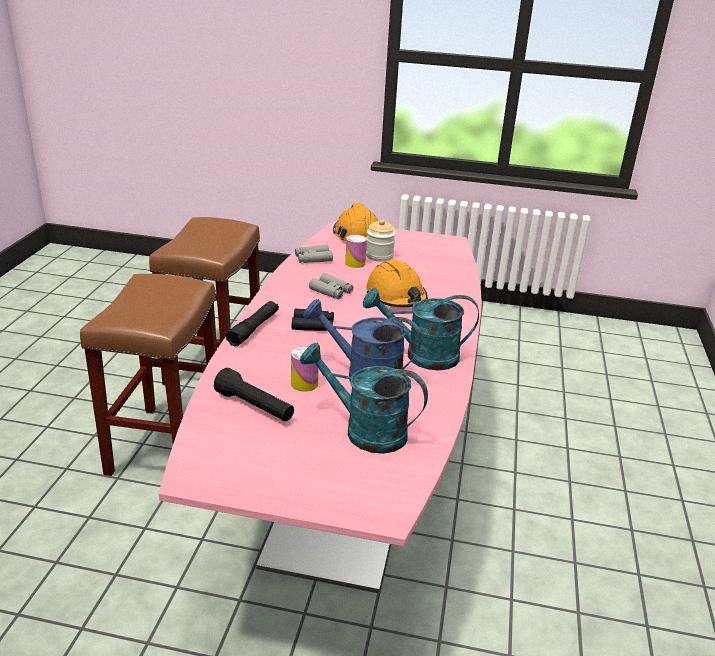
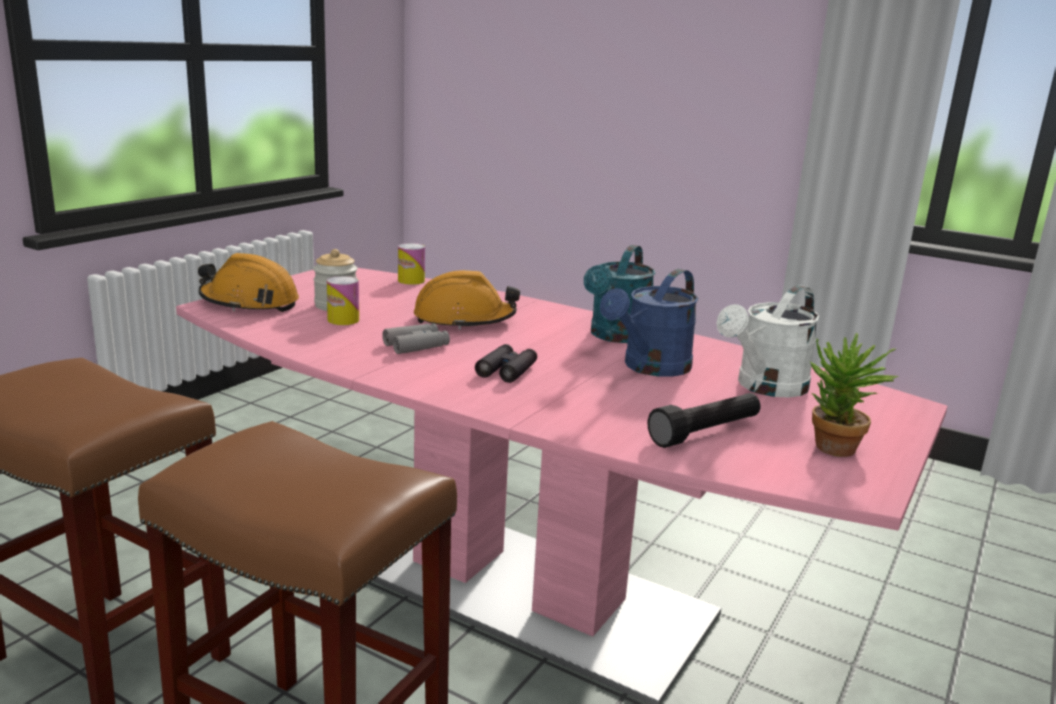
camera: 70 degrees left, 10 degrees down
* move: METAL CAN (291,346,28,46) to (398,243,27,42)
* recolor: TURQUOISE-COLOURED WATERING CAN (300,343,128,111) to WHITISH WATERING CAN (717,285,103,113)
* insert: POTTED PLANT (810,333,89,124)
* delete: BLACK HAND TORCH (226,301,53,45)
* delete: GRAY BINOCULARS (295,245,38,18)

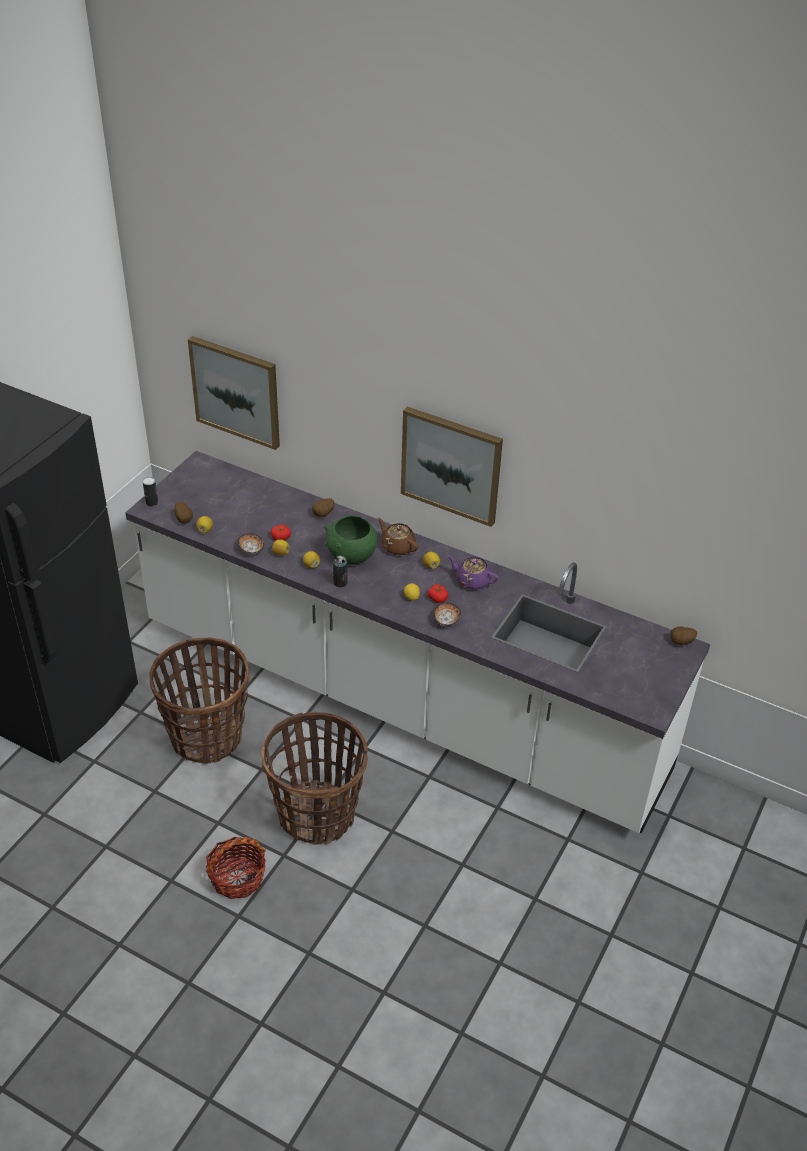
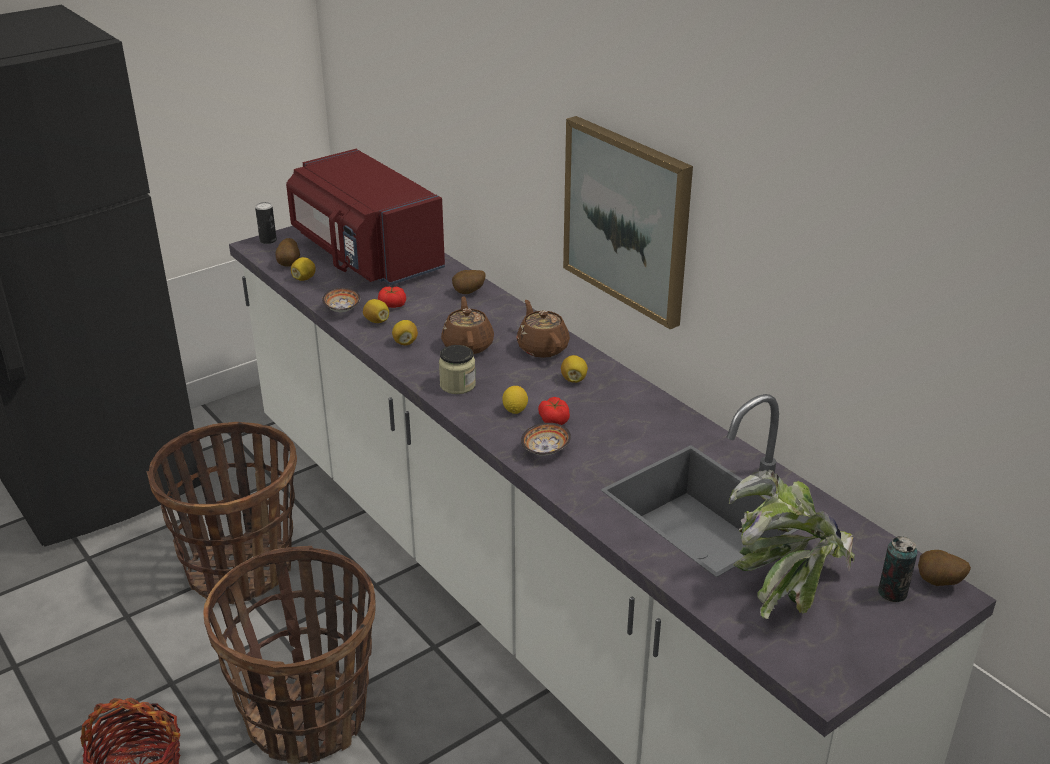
camera: 25 degrees right, 10 degrees down
* insert: REDDISH MICROWAVE (286,149,159,136)
* insert: PRESERVE JAR (439,345,37,49)
* replace: GREEN SERVING BOWL (323,516,54,49) to BROWNISH TEA POT (441,296,53,59)
* insert: POTTED PLANT (729,469,126,150)
* move: METAL CAN (333,556,14,31) to (878,536,39,66)
* delete: WALL ART (188,336,92,114)
* delete: PURPLE-COLOURED TEA POT (447,555,52,35)

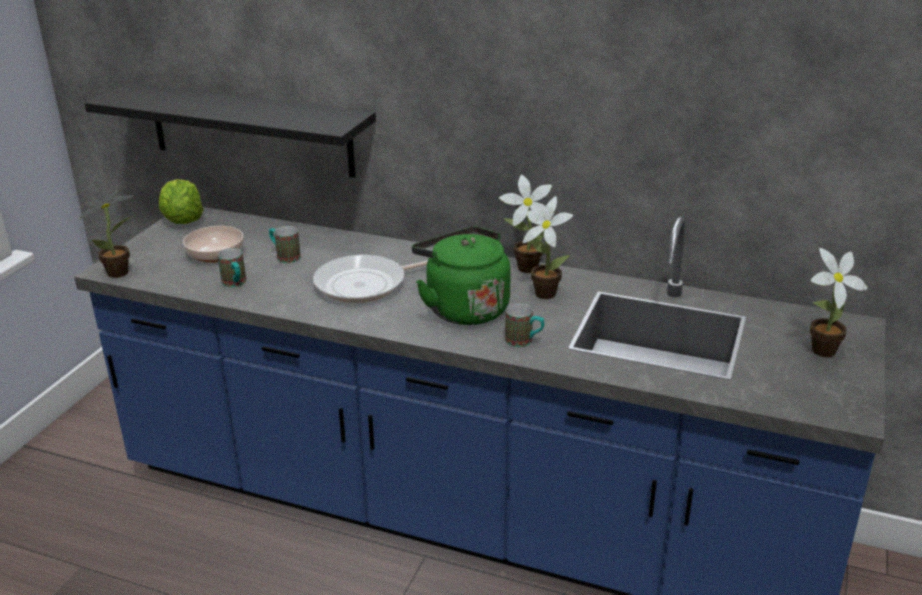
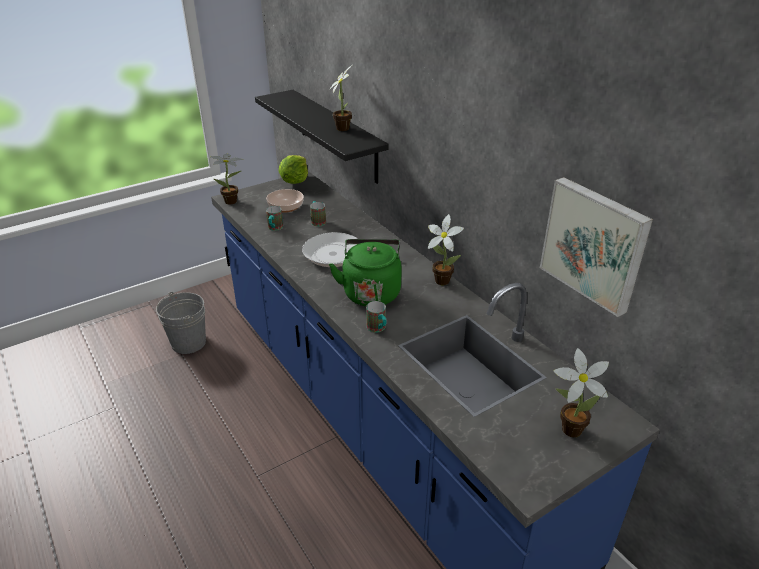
camera: 35 degrees right, 5 degrees up
* insert: GRAY PAIL (156,292,50,62)
* move: POTTED PLANT (523,196,50,103) to (329,65,23,66)
* insert: WALL ART (540,177,113,140)

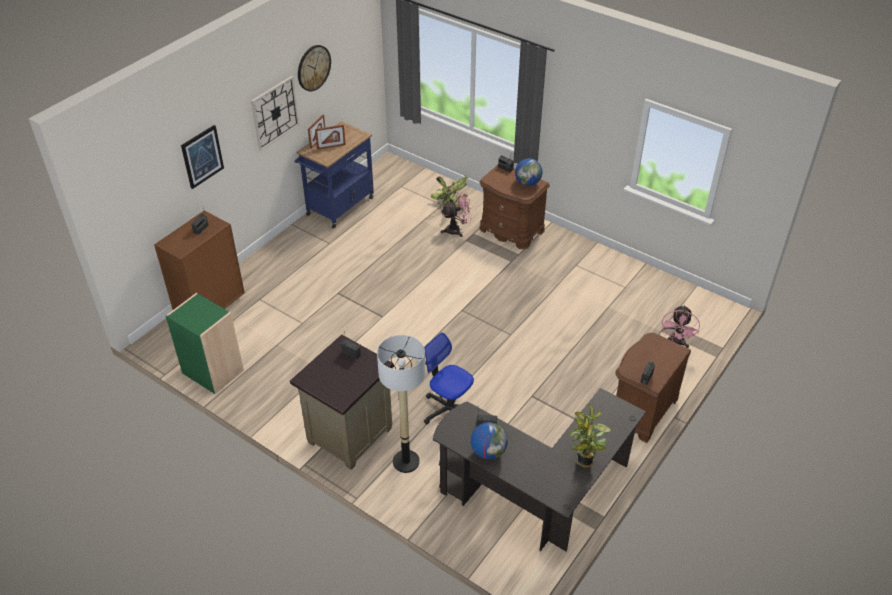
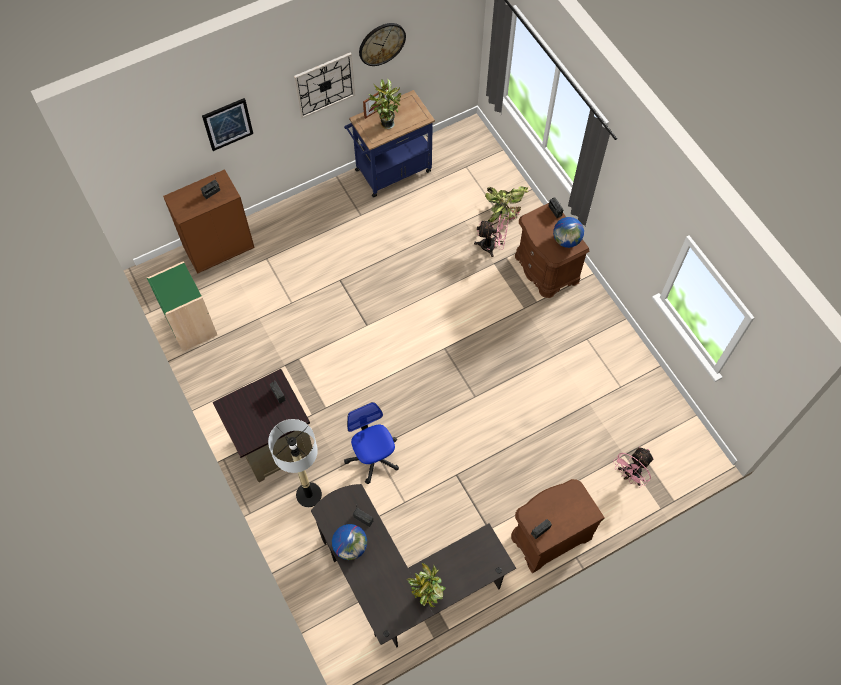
camera: 25 degrees right, 20 degrees up
* replace: STANDING FRAME (315,125,31,25) to POTTED PLANT (369,79,32,50)

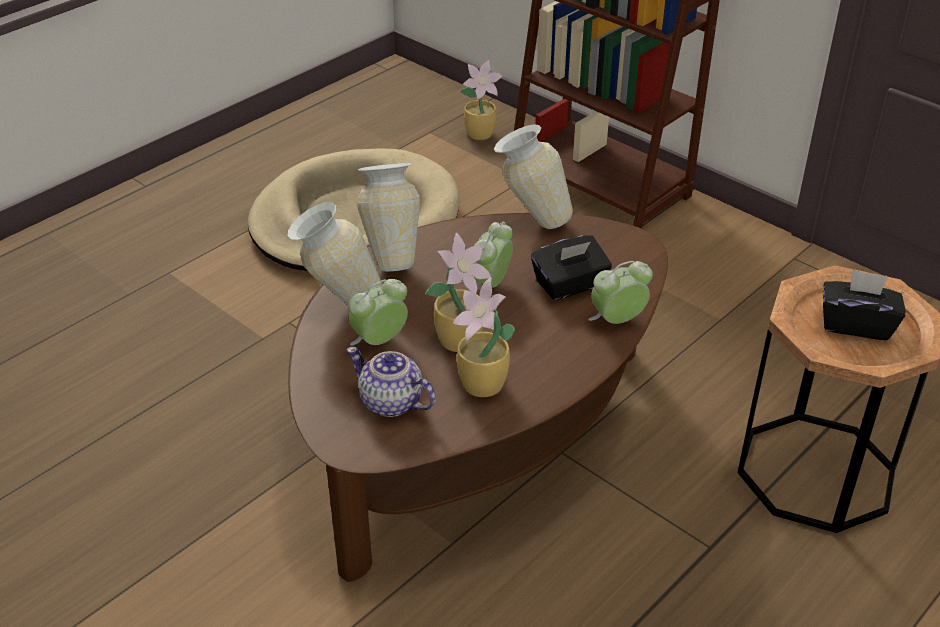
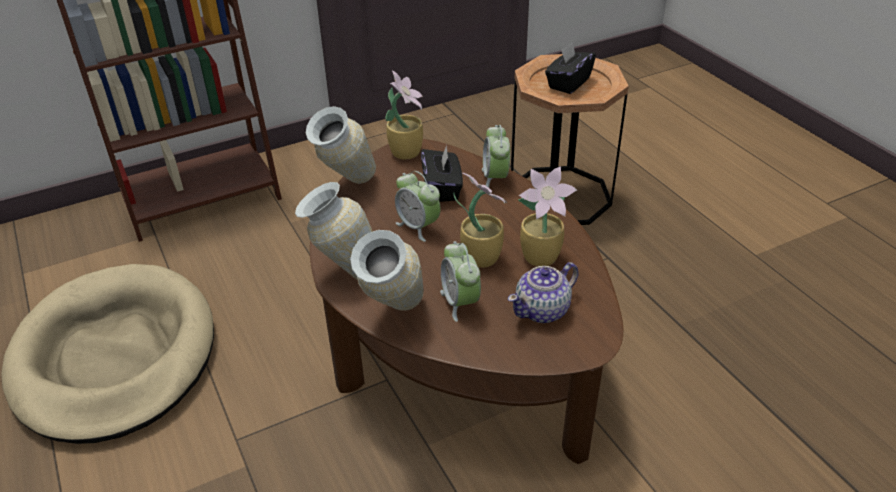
camera: 70 degrees left, 0 degrees up
* move: POTTED PLANT (460,60,43,80) to (385,70,38,90)

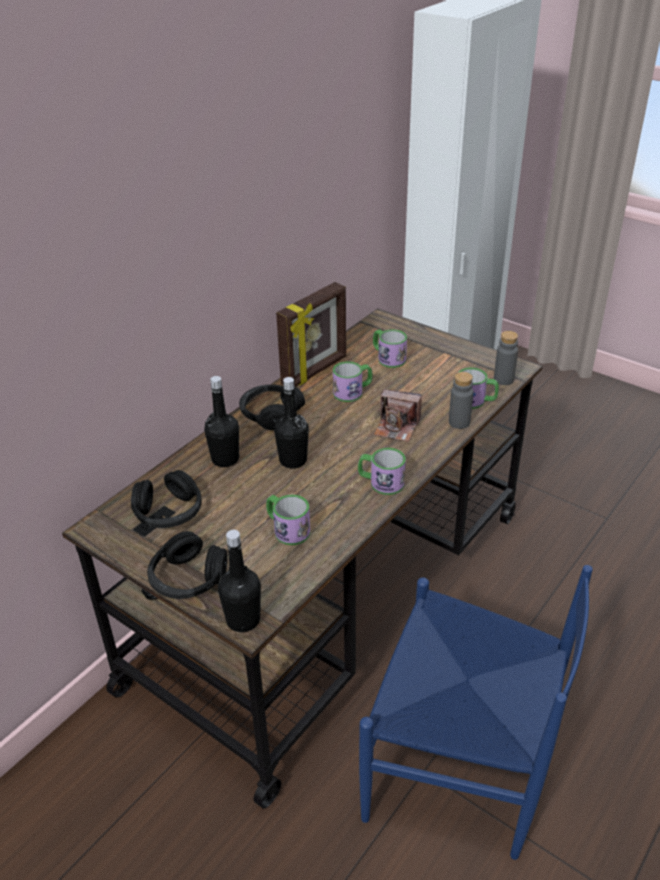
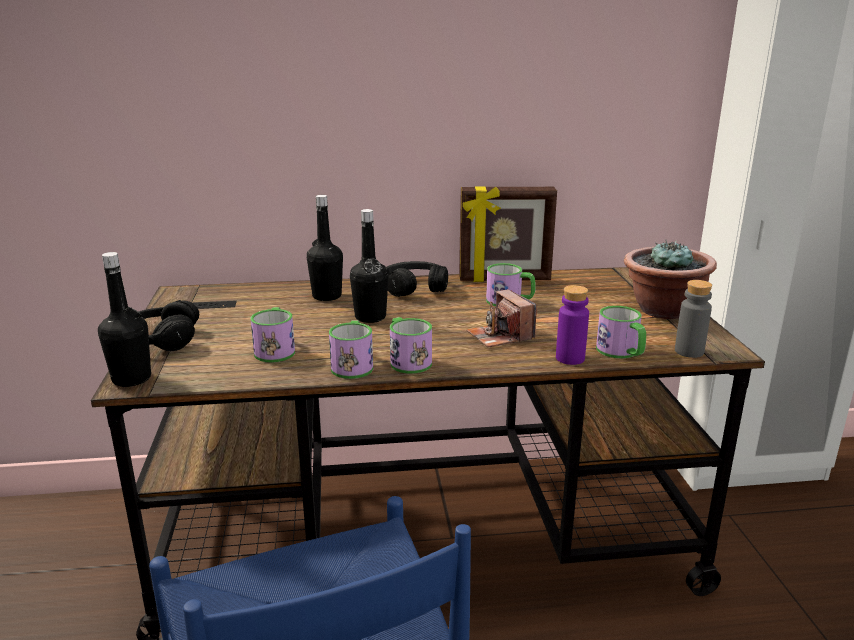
camera: 45 degrees right, 15 degrees down
* move: COFFEE MUG (373,329,34,39) to (329,320,44,59)
* recolor: GRAY DRINK BOTTLE (449,372,24,57) to PURPLE-COLOURED DRINK BOTTLE (556,285,33,80)
* insert: POTTED PLANT (624,239,93,80)
* delete: BLACK HEADPHONES (131,470,71,58)

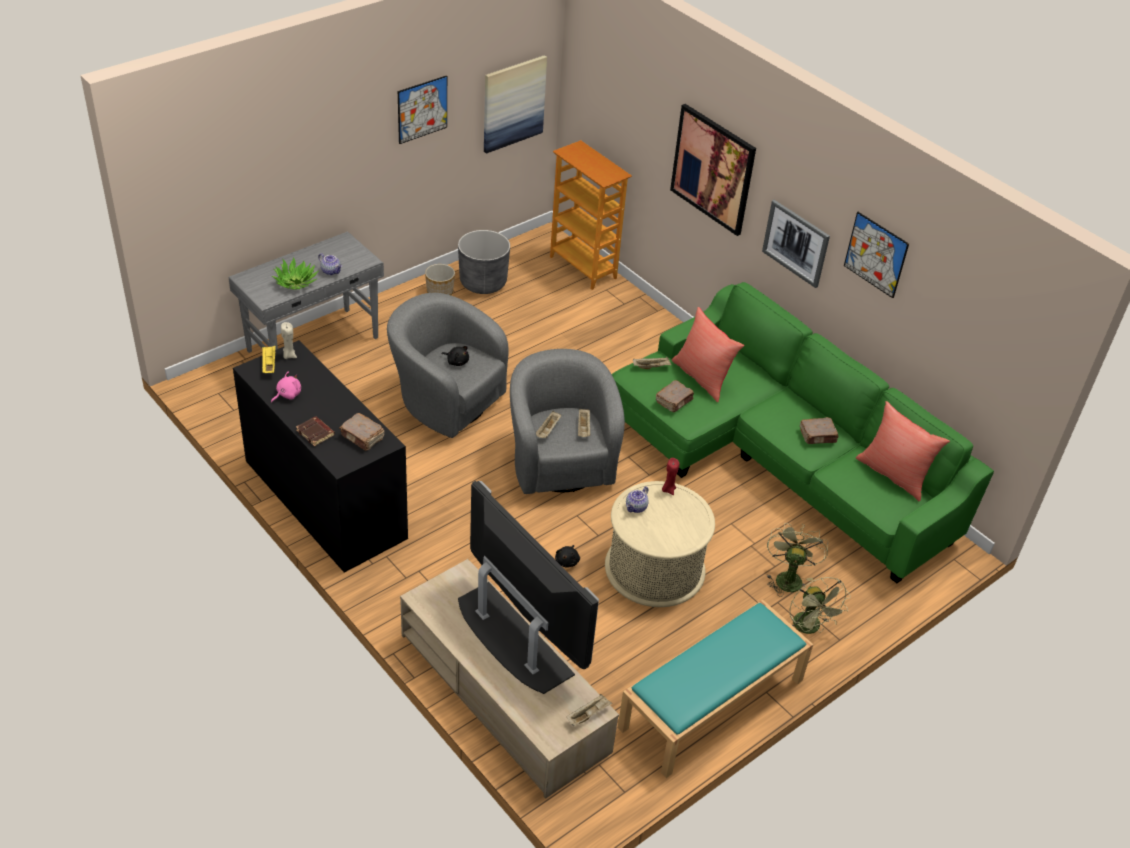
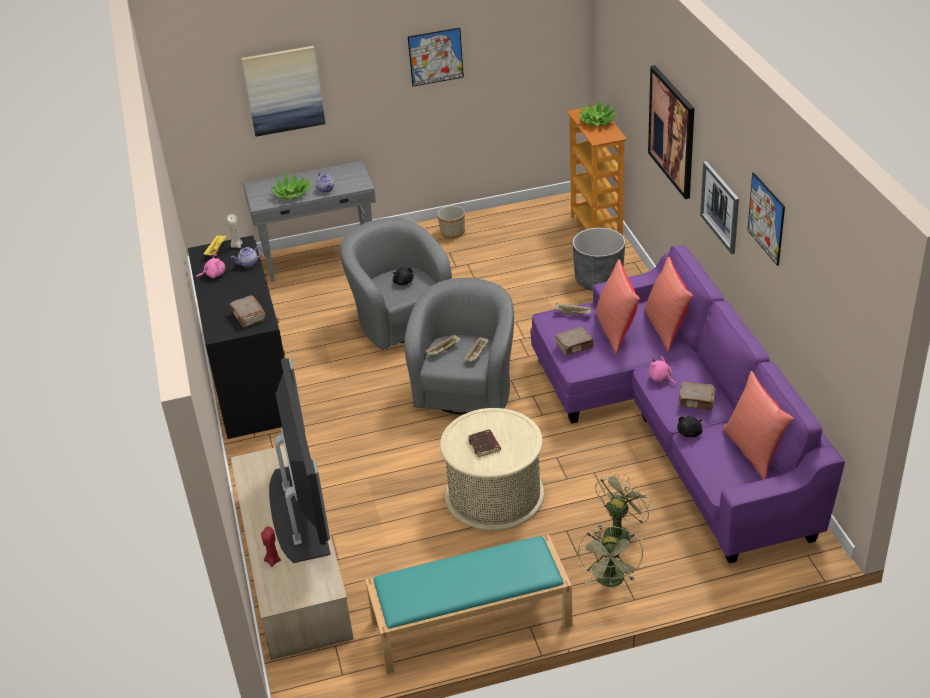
camera: 30 degrees right, 5 degrees down
* move: TEA POT (626,486,23,27) to (231,246,31,22)
* move: WALL ART (484,55,63,98) to (241,46,84,91)
* move: REDDISH WAX LIGHT (662,458,17,37) to (261,526,20,41)
* move: BROWNISH BOUND BOOK (296,416,39,30) to (468,429,33,28)
* recolor: GREEN SETTEE (612,282,382,301) to PURPLE-COLOURED SETTEE (530,246,315,318)
* move: GRAY FLOWER POT (458,230,52,64) to (573,228,52,63)
* insert: POTTED PLANT (576,100,42,26)
* insert: REDDISH PILLOW (644,257,49,95)
* insert: PINKISH PLUSH TOY (649,356,27,29)
* move: BLACK PLUSH TOY (555,545,25,23) to (677,416,26,21)
* delete: BEIGE CARRYING TRAY (566,694,46,32)

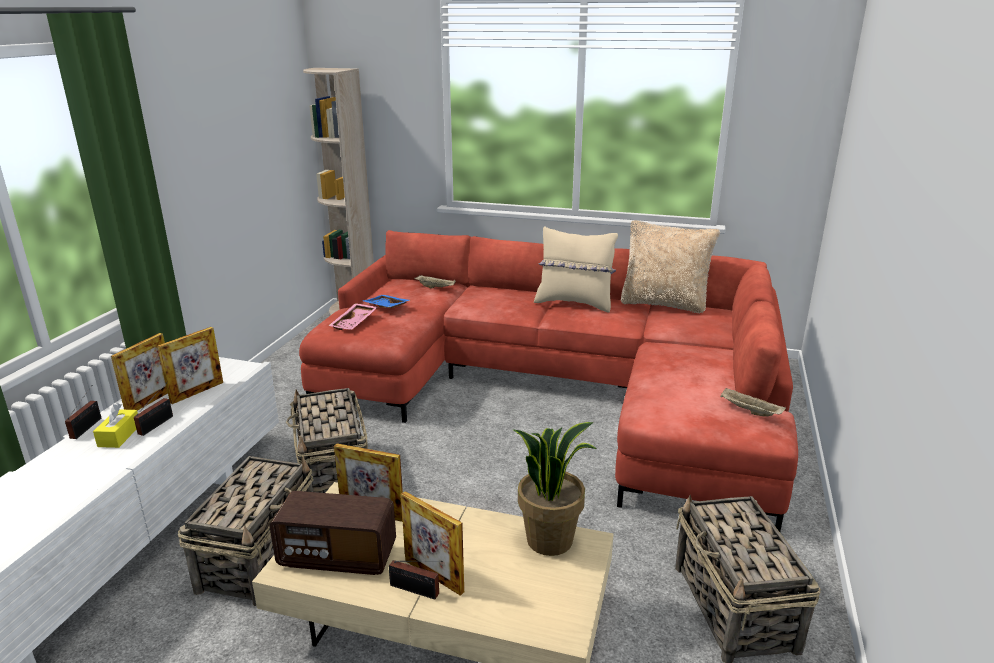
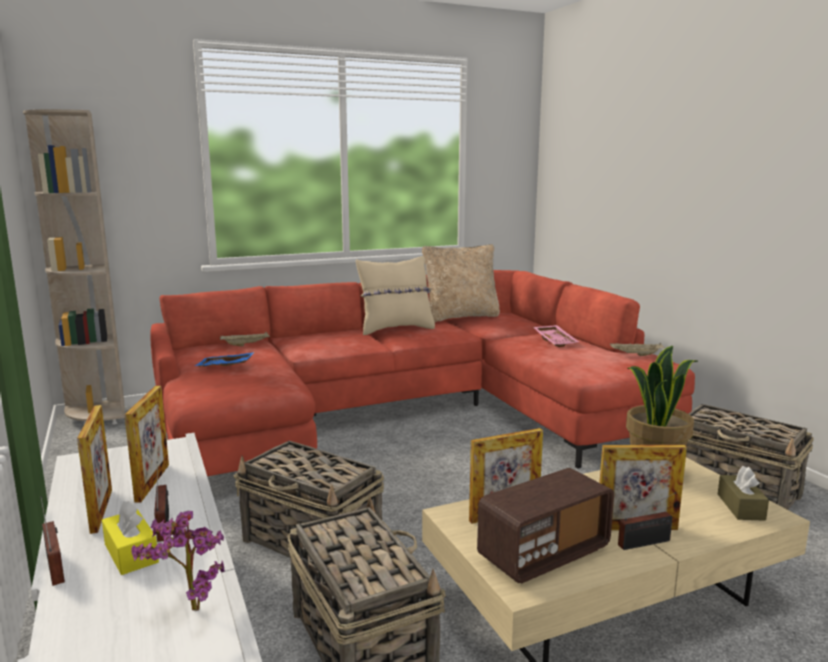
camera: 40 degrees left, 10 degrees down
* insert: POTTED PLANT (131,511,94,100)
* move: PINKISH CARRYING TRAY (329,303,49,27) to (533,325,46,22)
* insert: BROWNISH BOX OF TISSUES (718,466,51,55)

